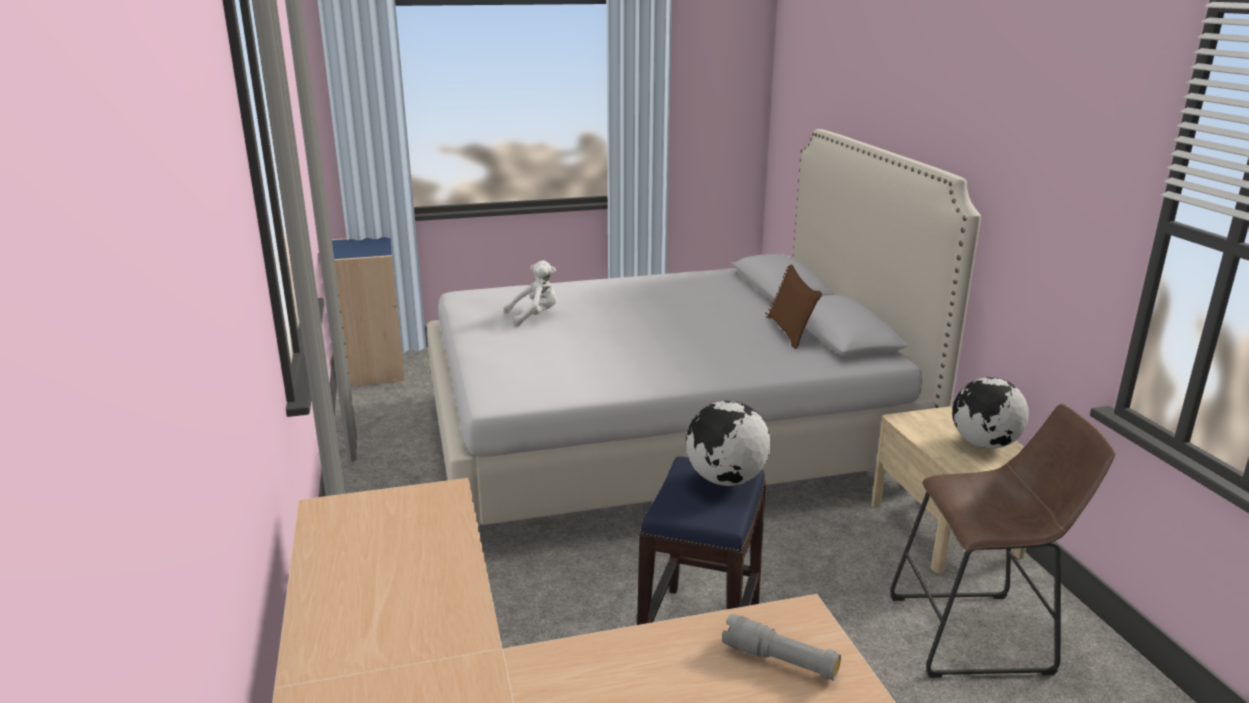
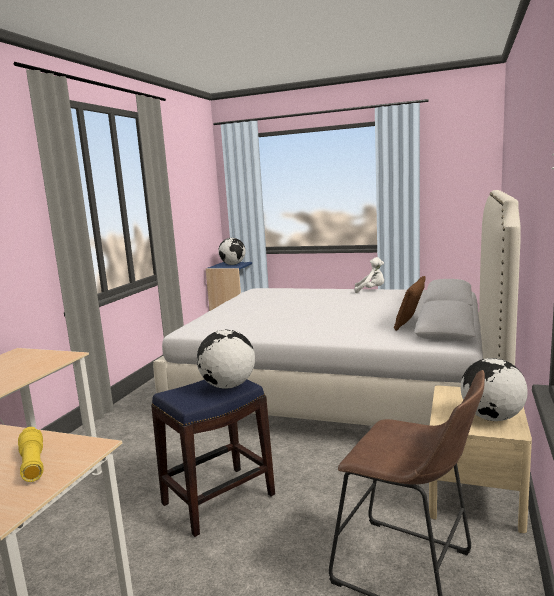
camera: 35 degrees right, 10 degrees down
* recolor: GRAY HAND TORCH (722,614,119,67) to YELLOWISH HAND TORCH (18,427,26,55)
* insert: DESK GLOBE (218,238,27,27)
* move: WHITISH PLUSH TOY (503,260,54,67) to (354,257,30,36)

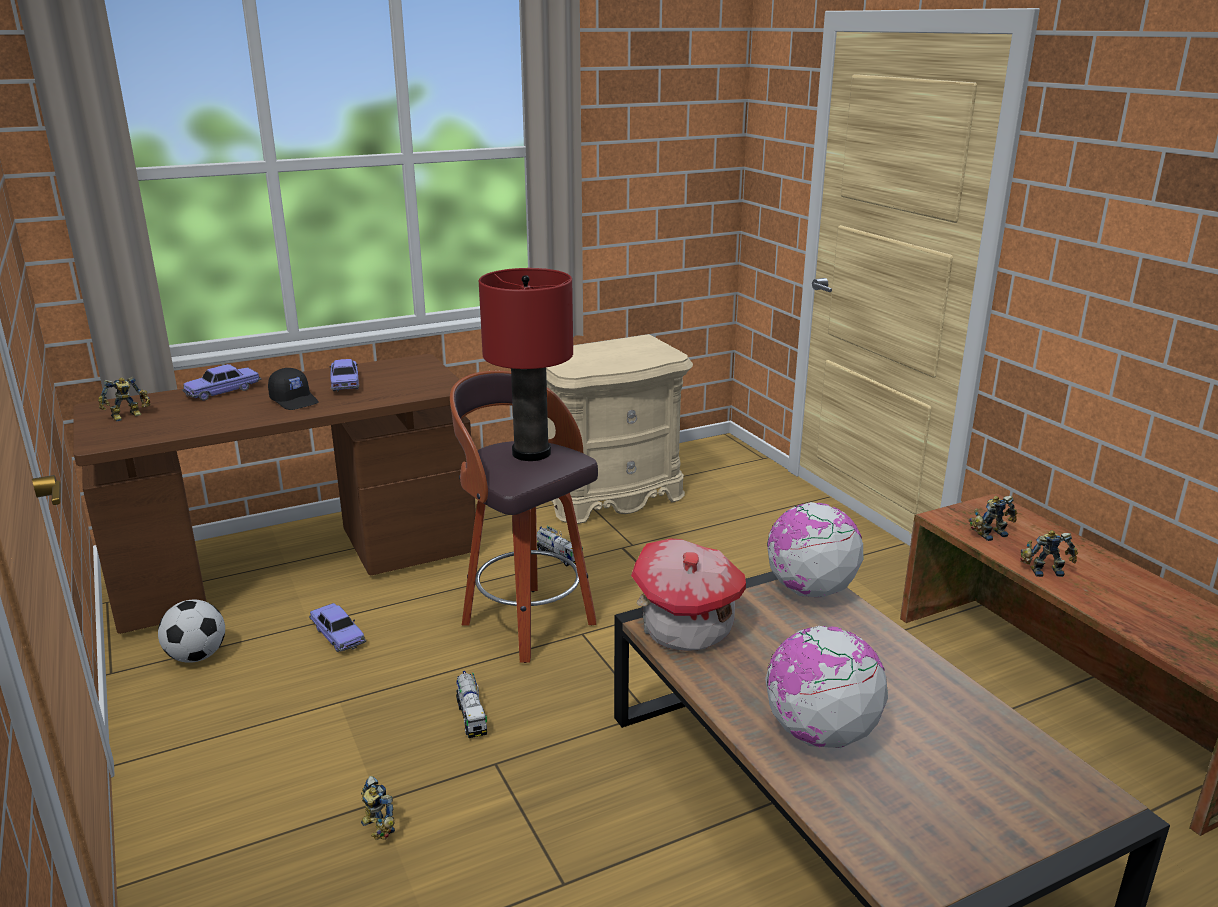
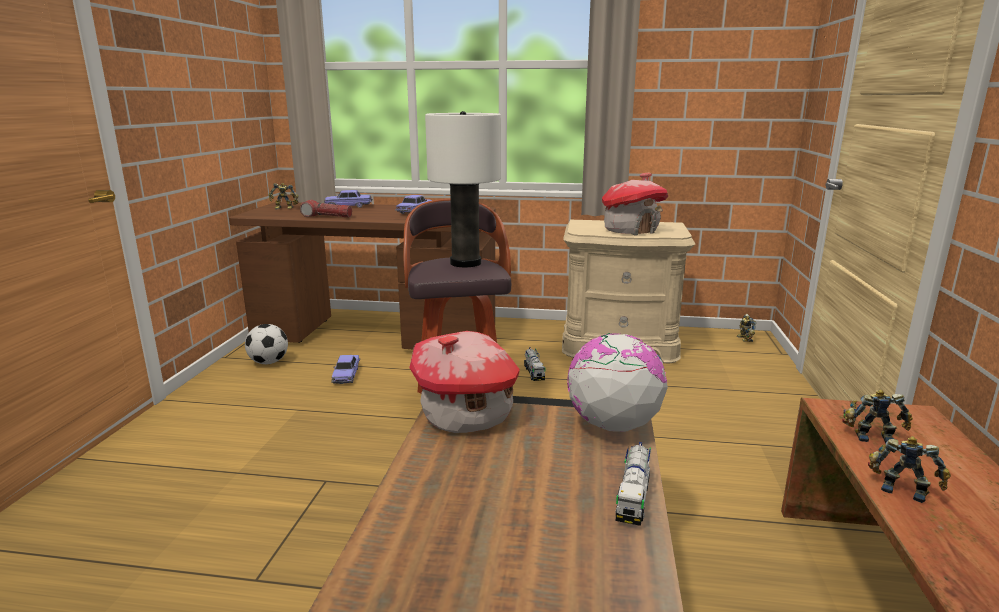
camera: 35 degrees right, 5 degrees down
* insert: HAND TORCH (300,200,52,18)
* recolor: REDDISH TABLETOP LAMP (479,268,94,193) to WHITISH TABLETOP LAMP (425,111,76,156)
* insert: MINIATURE HOUSE (602,173,66,63)
* move: TOY LORRY (456,671,31,67) to (615,442,36,84)
* move: TOY ROBOT (361,776,34,64) to (737,314,19,28)
* delete: BLACK PEAKED CAP (268,368,51,42)
* delete: DESK GLOBE (765,626,123,122)

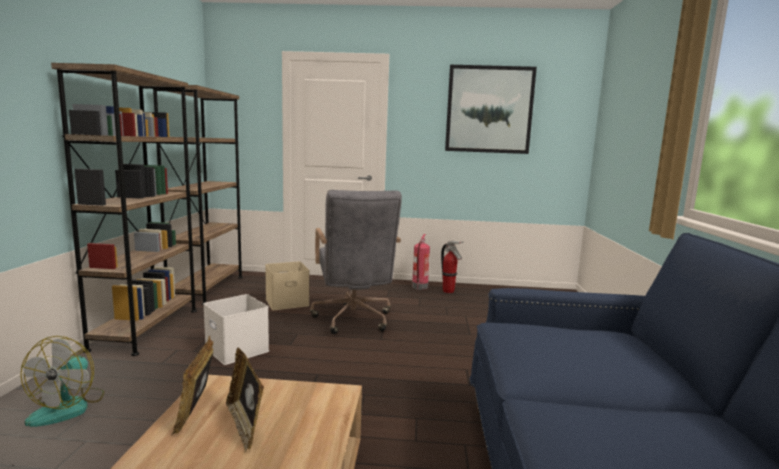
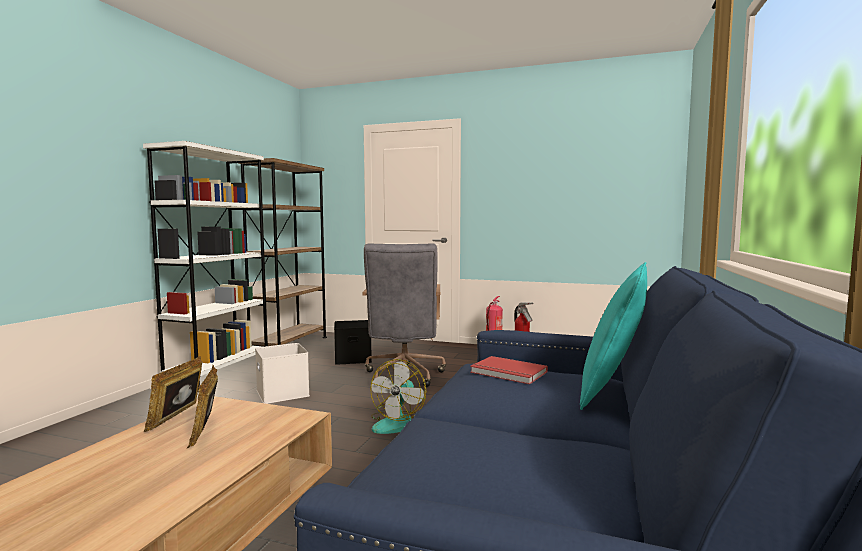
camera: 15 degrees right, 5 degrees down
* recolor: BROWNISH SHELVING UNIT (51,63,146,293) to WHITISH SHELVING UNIT (143,141,125,249)
* recolor: BEIGE STORAGE CONTAINER (265,261,44,49) to BLACK STORAGE CONTAINER (334,320,38,45)
* move: FAN (20,336,84,91) to (370,359,56,75)
* insert: REDDISH BOUND BOOK (470,356,78,28)
* insert: TURQUOISE-COLOURED PILLOW (580,262,67,148)
* delete: WALL ART (445,65,92,89)

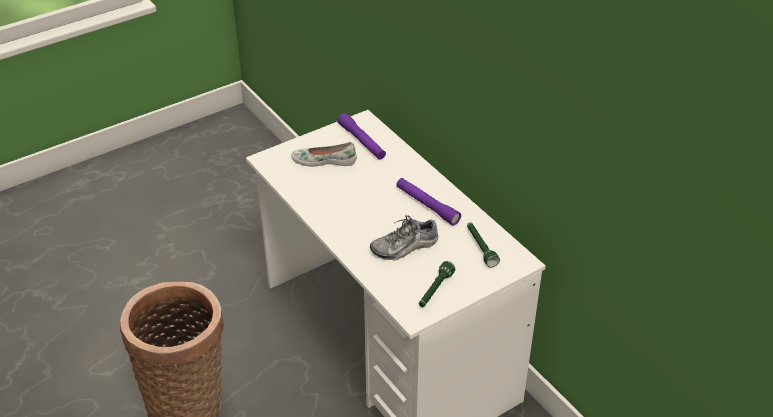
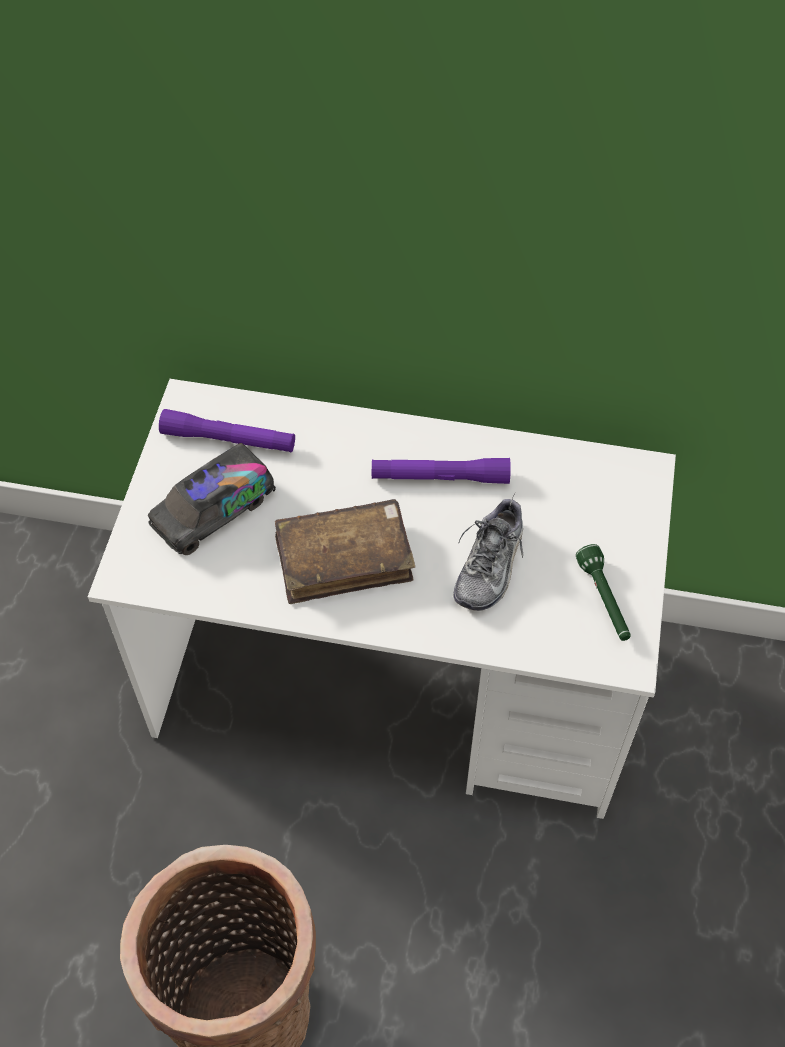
camera: 45 degrees left, 15 degrees up
* replace: WHITISH LOW SHOE (291,142,66,25) to TOY LORRY (148,443,128,112)
* insert: BROWNISH BOUND BOOK (275,499,140,105)
* delete: GREEN HAND TORCH (467,223,33,44)

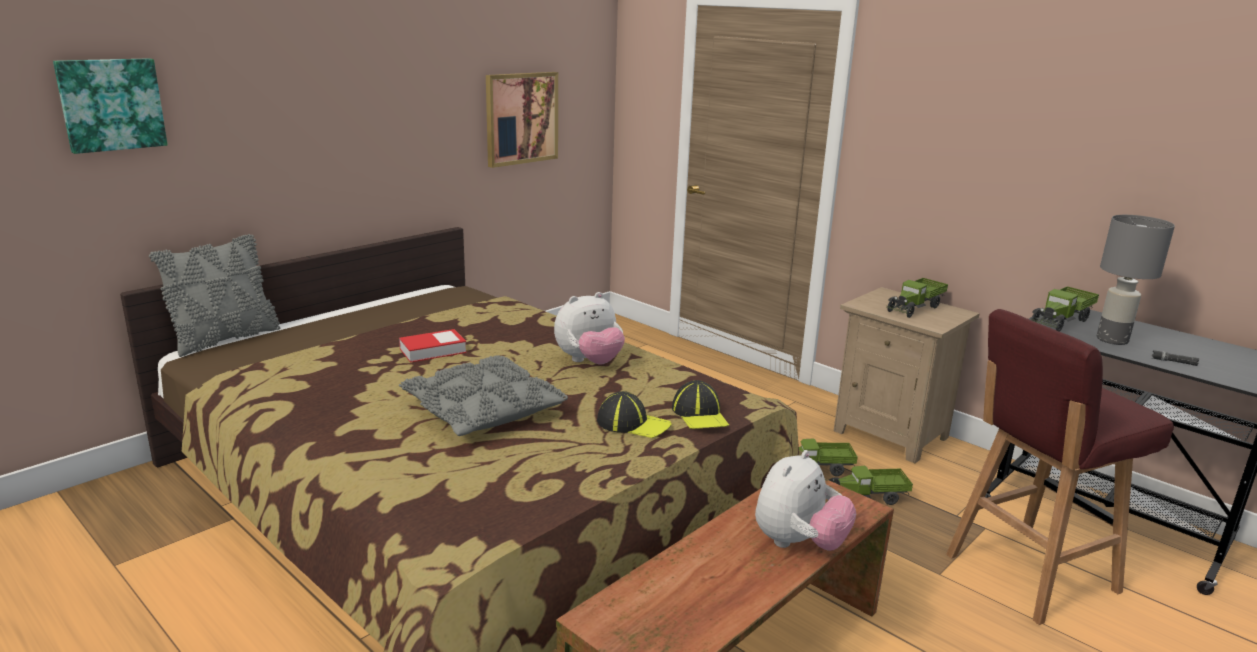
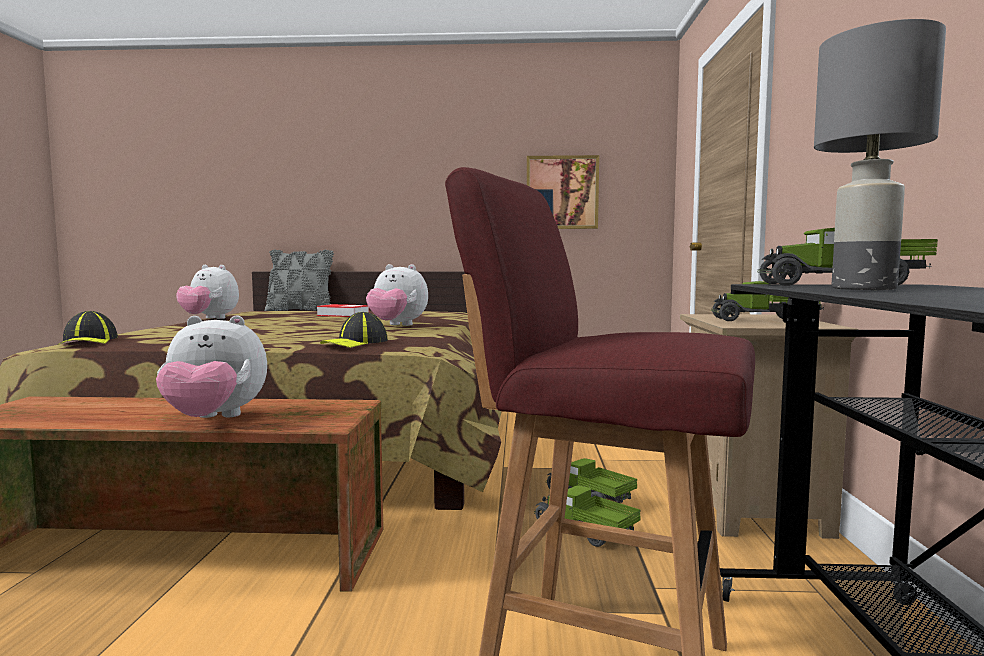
camera: 50 degrees right, 15 degrees down
* move: PEAKED CAP (597,391,75,47) to (57,311,61,34)
* insert: PLUSH TOY (176,265,63,54)
* delete: WALL ART (53,58,115,96)
* delete: GRAY PILLOW (399,355,169,81)
* delete: BLACK HAND TORCH (1152,350,47,16)

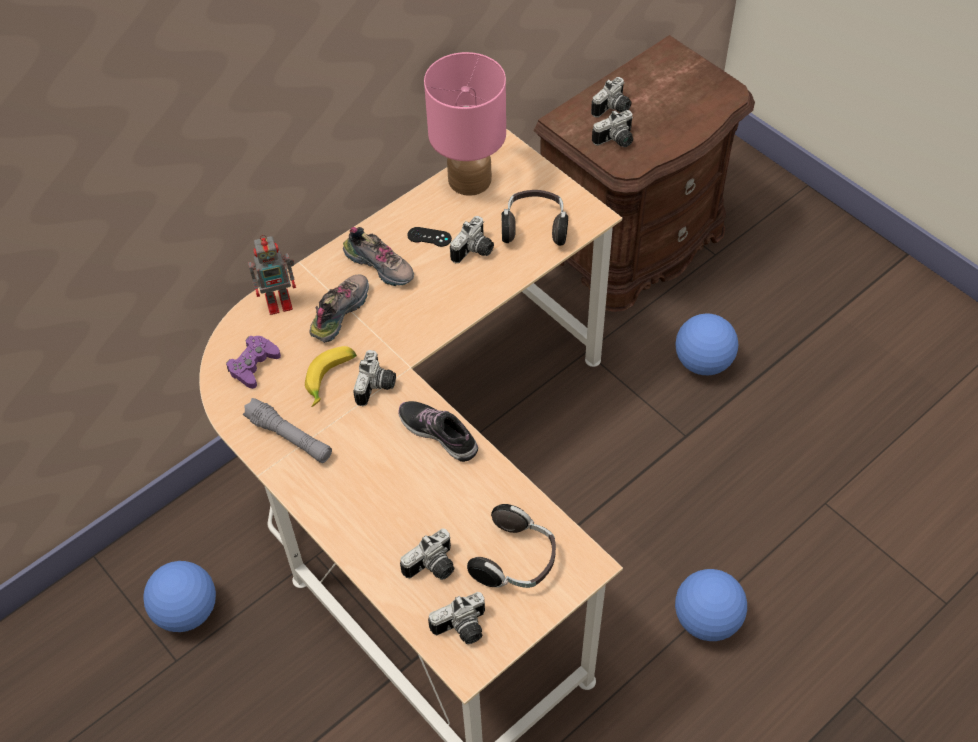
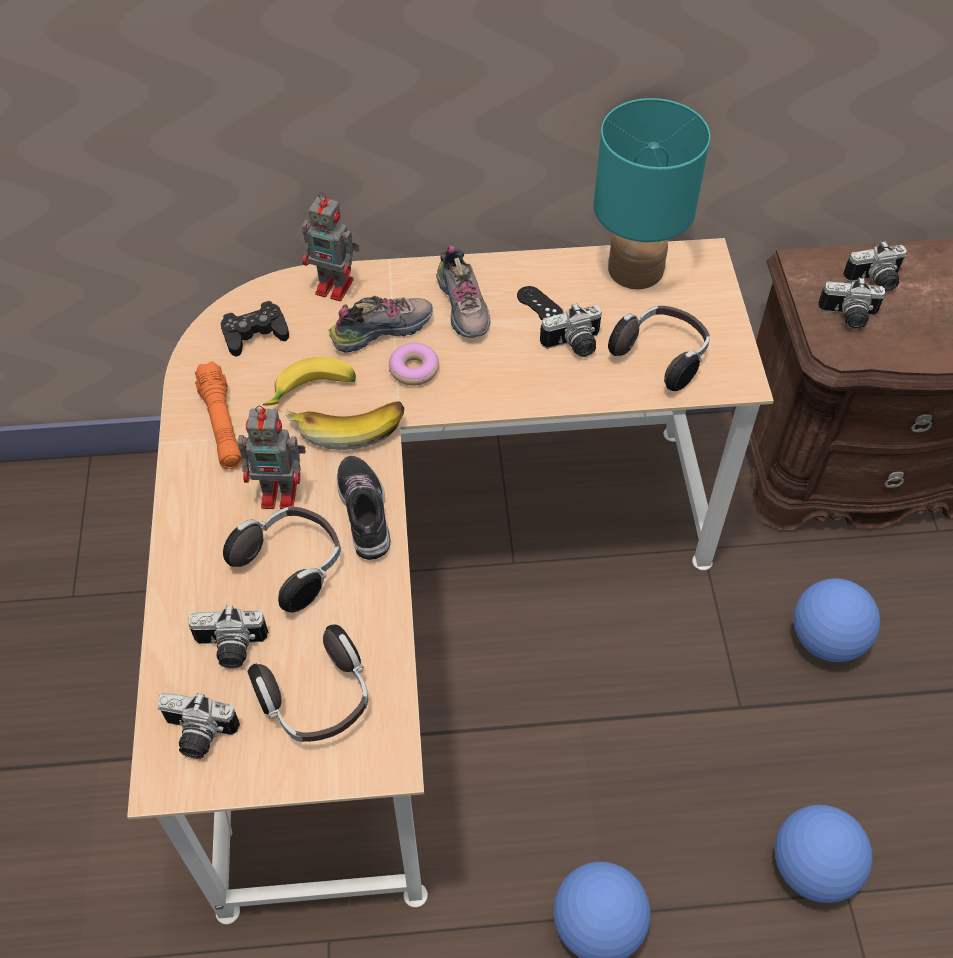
camera: 35 degrees right, 0 degrees up
* recolor: GRAY HAND TORCH (243,398,89,65) to ORANGEY HAND TORCH (195,361,47,108)
* recolor: PURPLE-COLOURED GAMEPAD (226,336,55,53) to BLACK GAMEPAD (221,301,68,55)
* insert: HEADPHONES (223,506,117,106)
* insert: TOY ROBOT (238,406,68,103)
* replace: PHOTO CAMERA (353,350,43,56) to WHOLE BANANA (285,401,119,49)
* insert: DONUT (389,343,50,43)
* recolor: PINKISH TABLETOP LAMP (424,52,82,144) to TURQUOISE-COLOURED TABLETOP LAMP (594,98,116,191)
* move: BALL FOR FOOTBALL (143,561,73,71) to (775,805,97,98)

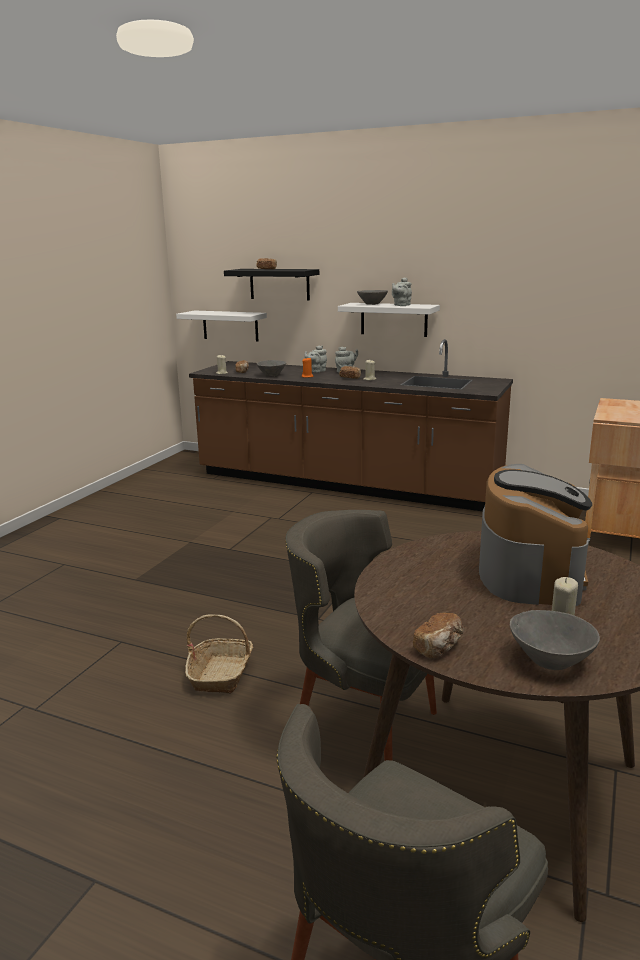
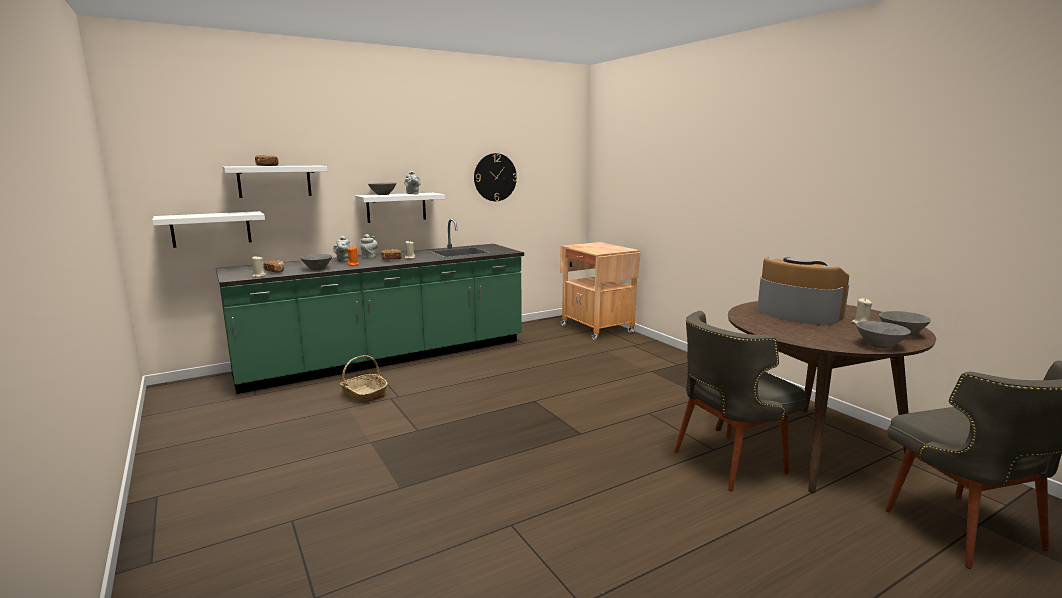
camera: 55 degrees left, 5 degrees down
* recolor: BROWNISH COUNTER (189,339,324,172) to GREEN COUNTER (216,219,308,175)
* recolor: BLACK WALL SHELF (224,269,95,31) to WHITISH WALL SHELF (222,166,105,32)
* move: BASKET (185,614,68,79) to (340,355,48,48)
* insert: WALL CLOCK (474,153,43,48)
* replace: BAKED BREAD (413,613,51,45) to GRAY SERVING BOWL (856,321,55,27)

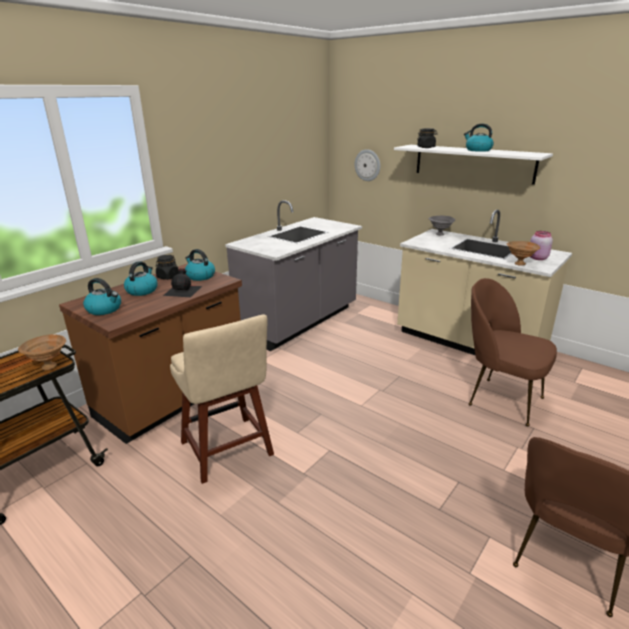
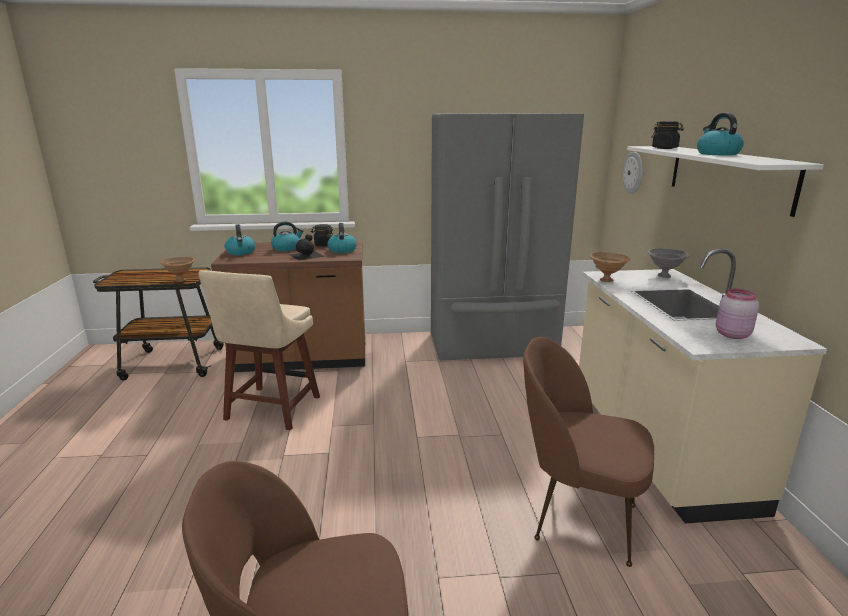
camera: 45 degrees right, 5 degrees down
* replace: GRAY COUNTER (225,200,137,151) to GRAY REFRIGERATOR (431,113,153,247)
* rotate: BROWNISH CHAIR (469,278,88,149) = (523,337,131,230) 60 degrees counterclockwise
* move: BROWNISH SERVING BOWL (506,241,34,25) to (590,252,40,30)

